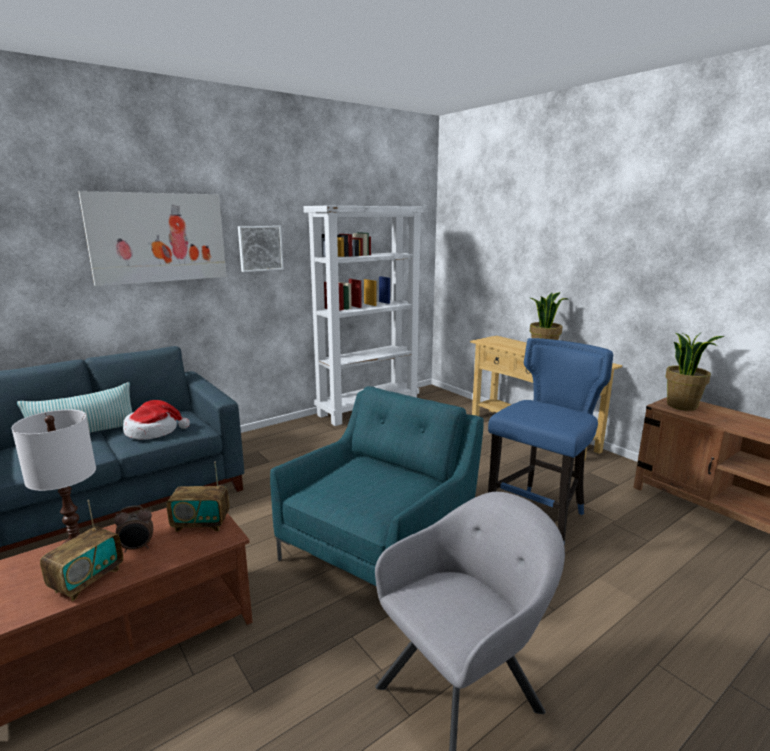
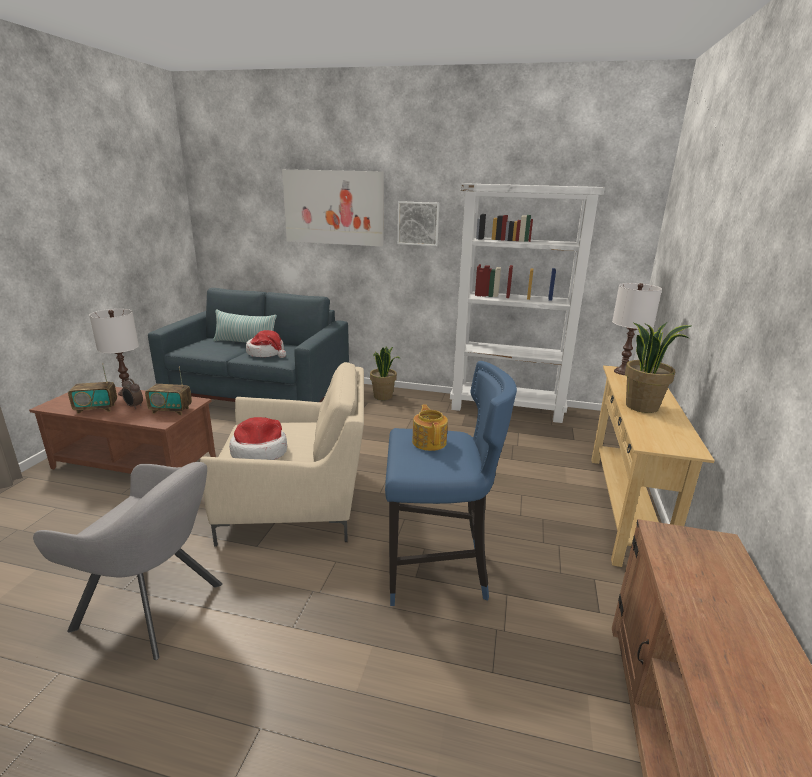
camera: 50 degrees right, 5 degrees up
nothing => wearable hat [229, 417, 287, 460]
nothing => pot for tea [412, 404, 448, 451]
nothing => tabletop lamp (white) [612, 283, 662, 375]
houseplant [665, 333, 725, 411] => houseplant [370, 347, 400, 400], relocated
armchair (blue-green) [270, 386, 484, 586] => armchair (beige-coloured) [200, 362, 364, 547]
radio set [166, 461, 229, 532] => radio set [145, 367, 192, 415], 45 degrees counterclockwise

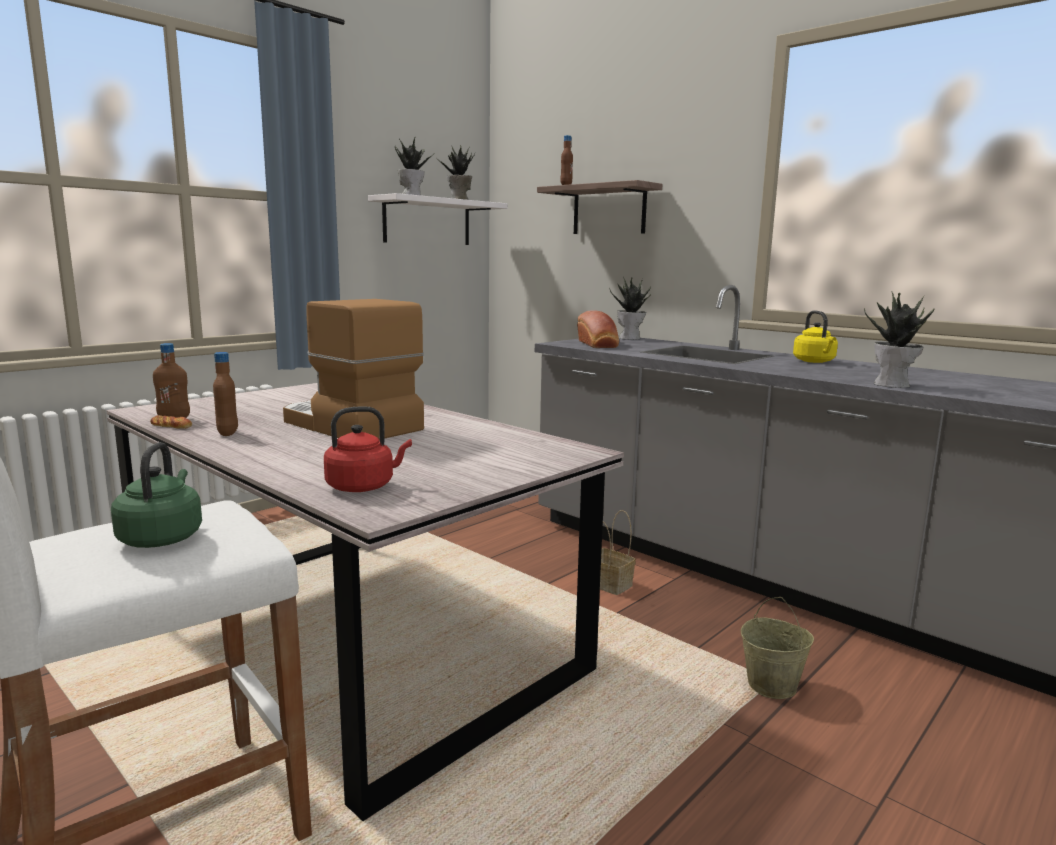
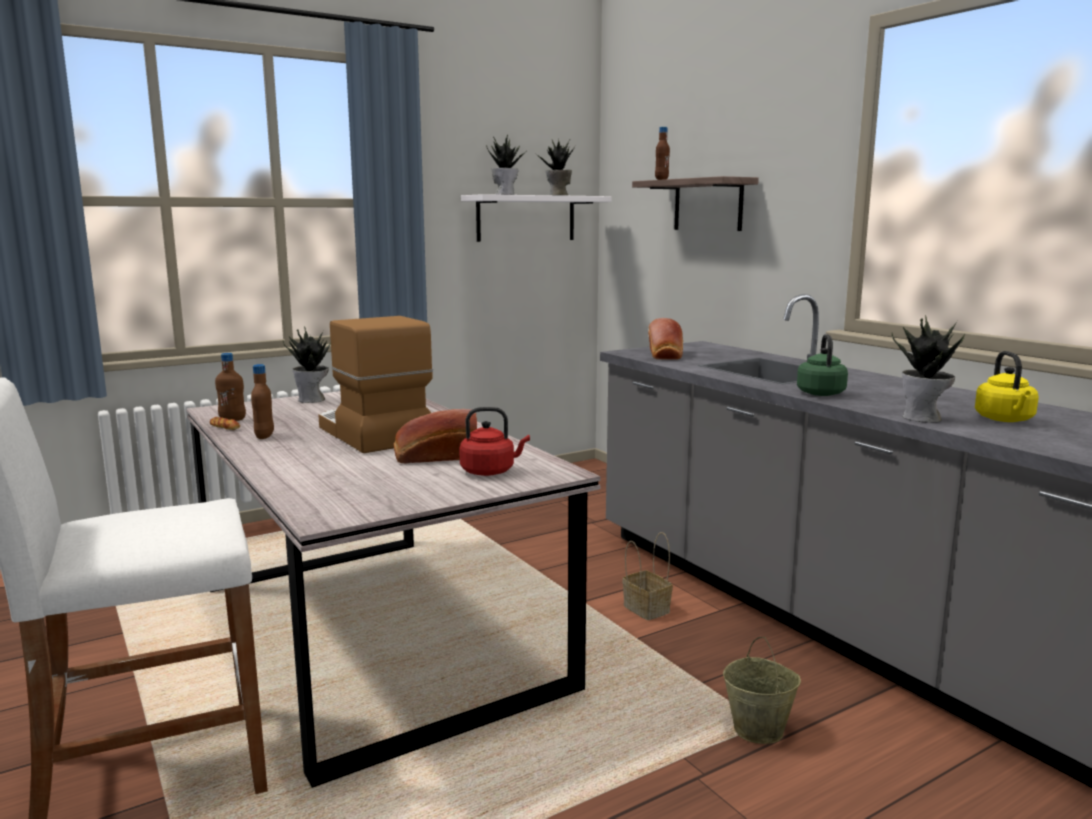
camera: 15 degrees right, 0 degrees up
nothing => bread [394, 409, 477, 463]
kettle (greenish) [111, 442, 202, 548] => kettle (greenish) [797, 334, 848, 396], relocated
kettle (reddish) [324, 407, 412, 492] => kettle (reddish) [459, 407, 530, 476], relocated
houseplant [610, 277, 651, 340] => houseplant [283, 326, 331, 403], relocated
kettle (yellow) [793, 310, 838, 363] => kettle (yellow) [975, 351, 1039, 422], relocated

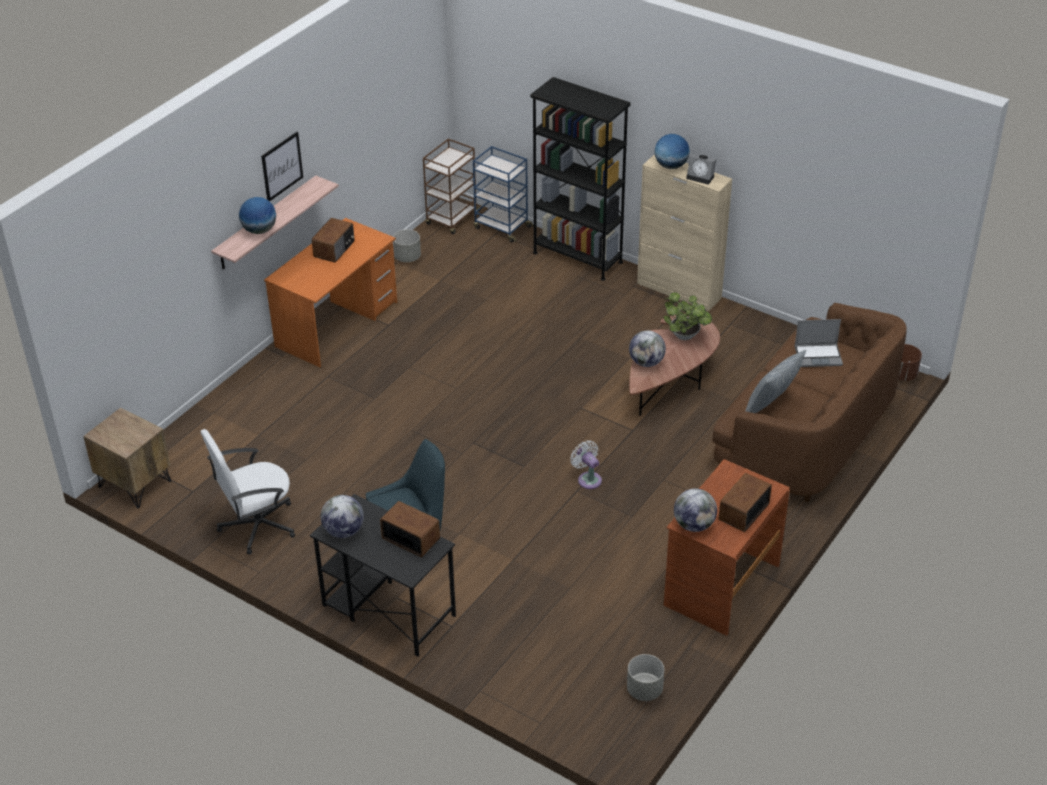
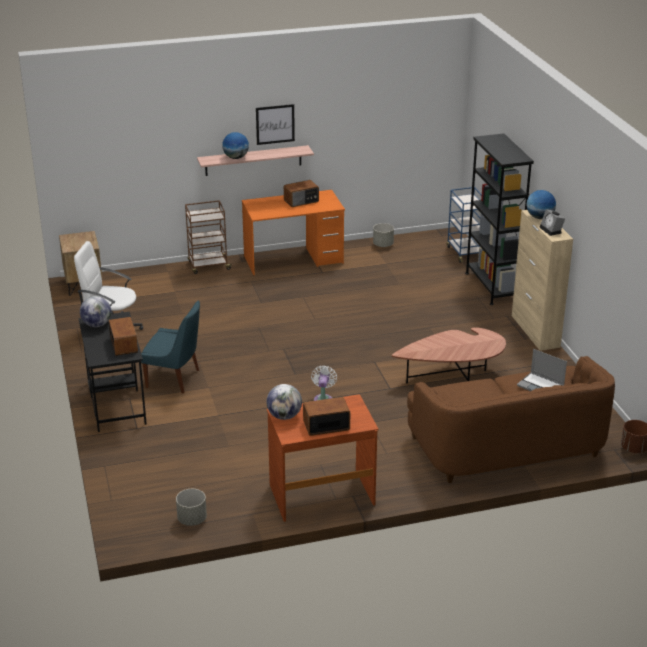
camera: 40 degrees right, 10 degrees down
desk globe [629, 330, 666, 367] => nothing
houseplant [663, 292, 712, 340] => nothing
pillow [745, 350, 806, 413] => nothing
cart (brownish) [423, 139, 481, 234] => cart (brownish) [185, 200, 233, 274], relocated

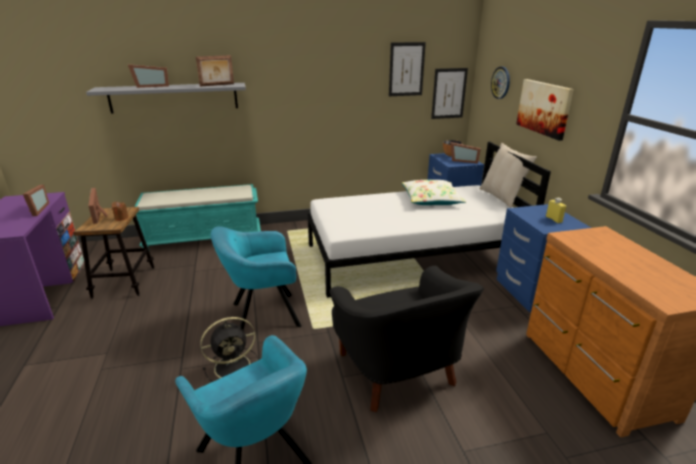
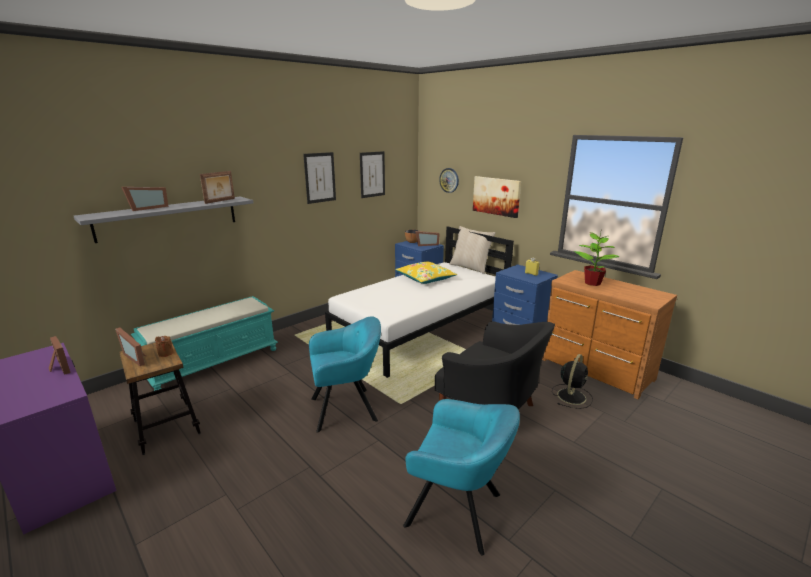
camera: 30 degrees left, 5 degrees down
nothing => houseplant [574, 232, 619, 286]
fan (blackish) [200, 317, 259, 382] => fan (blackish) [552, 354, 593, 409], relocated
wall art [431, 68, 468, 119] => wall art [303, 152, 336, 204], relocated
pillow (white) [402, 180, 466, 205] => pillow (yellow) [395, 262, 457, 284]
armchair (blue-green) [211, 226, 302, 330] => armchair (blue-green) [309, 316, 381, 432], 150 degrees counterclockwise

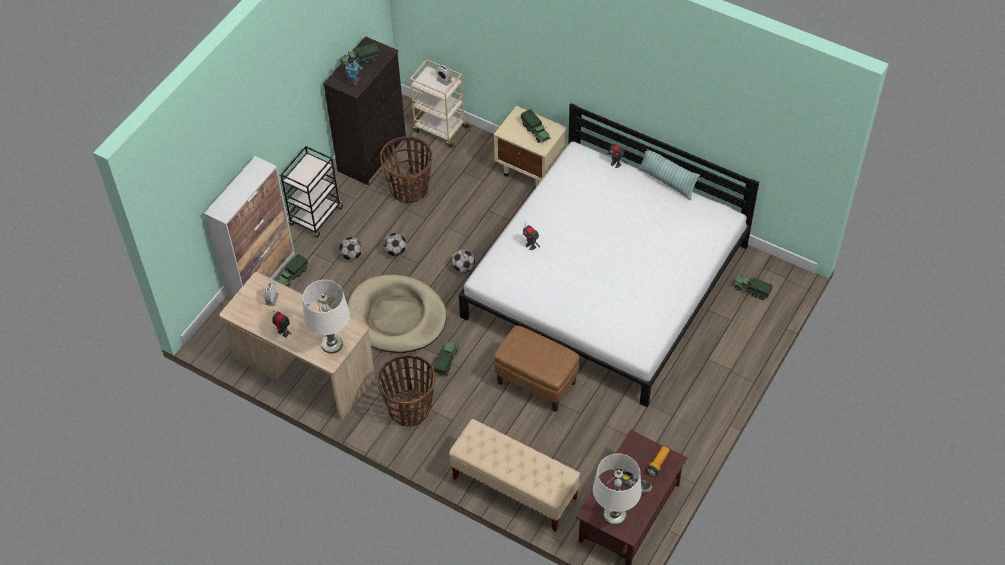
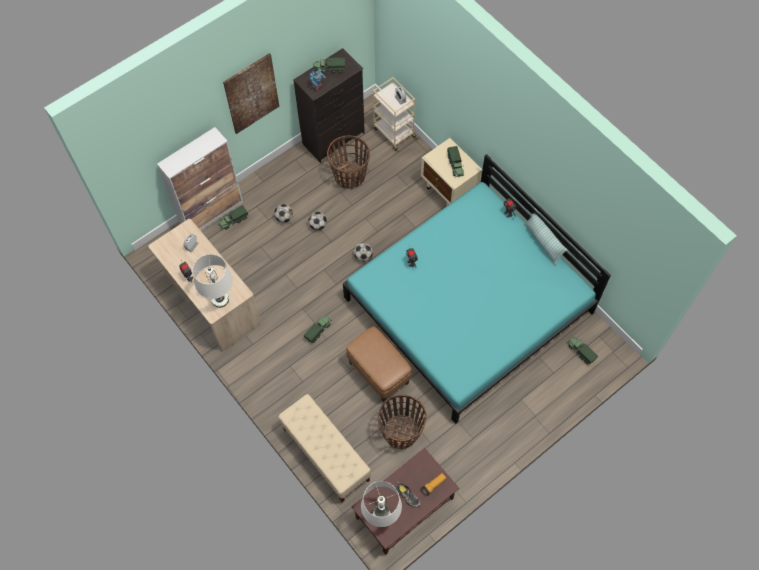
camera: 20 degrees right, 10 degrees up
cart (blackish) [280, 146, 345, 237] => nothing
dog cushion (beige-coloured) [348, 275, 447, 353] => nothing
nothing => wall art [223, 53, 279, 134]
household basket [378, 354, 435, 427] => household basket [377, 394, 427, 449], relocated
bedroom bed (white) [459, 103, 759, 407] => bedroom bed (blue-green) [343, 154, 611, 424]

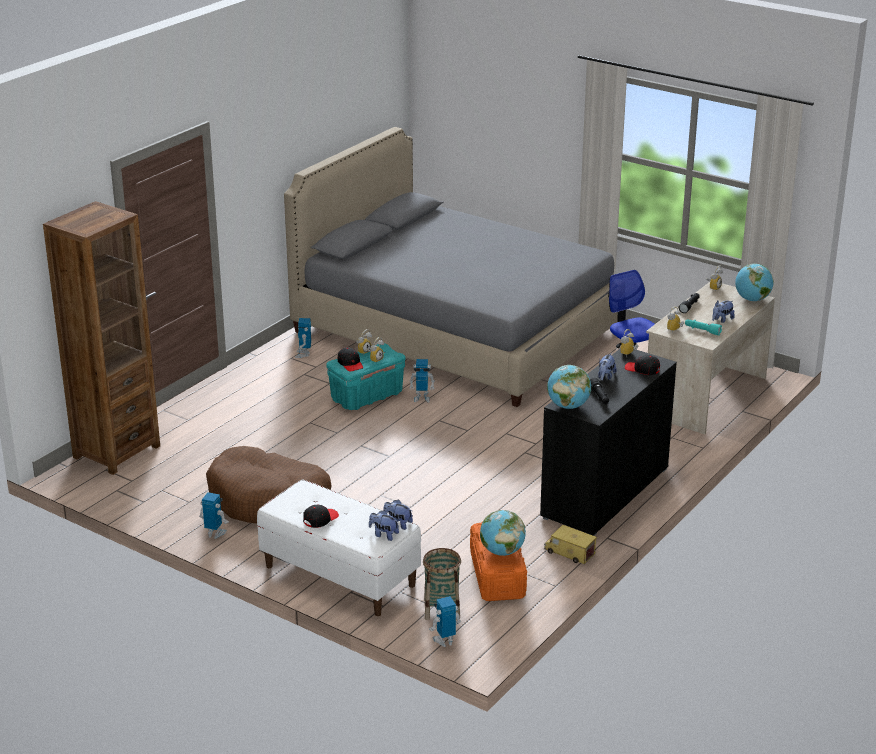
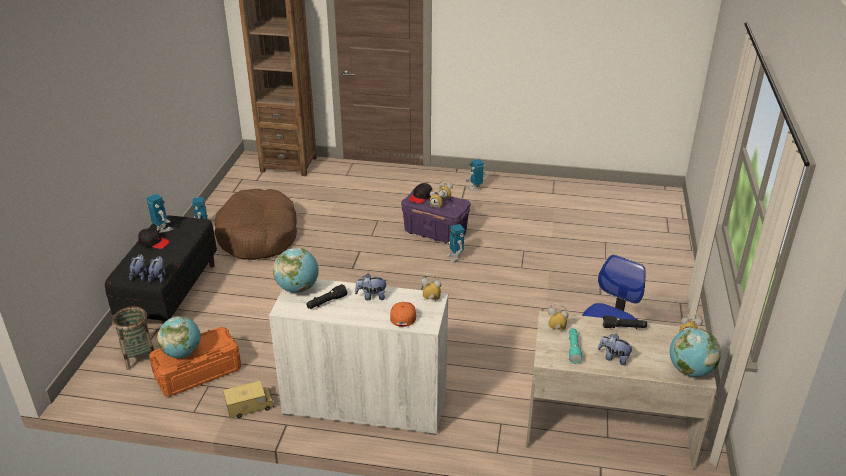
camera: 65 degrees right, 5 degrees up
bedroom bed (greyish) [284, 127, 618, 407] => nothing
model robot [429, 596, 461, 647] => model robot [146, 194, 173, 233], relocated
indoor bench (white) [257, 479, 421, 616] => indoor bench (blackish) [105, 215, 217, 324]
storage box (blue-green) [326, 343, 405, 410] => storage box (purple-coloured) [401, 189, 471, 245]
storage cabinet (blackish) [540, 349, 677, 536] => storage cabinet (white) [269, 279, 448, 435]
peaked cap (blackish) [625, 355, 660, 375] => peaked cap (orangey) [390, 302, 416, 327]
toy truck [544, 525, 597, 564] => toy truck [223, 381, 275, 418], 60 degrees clockwise

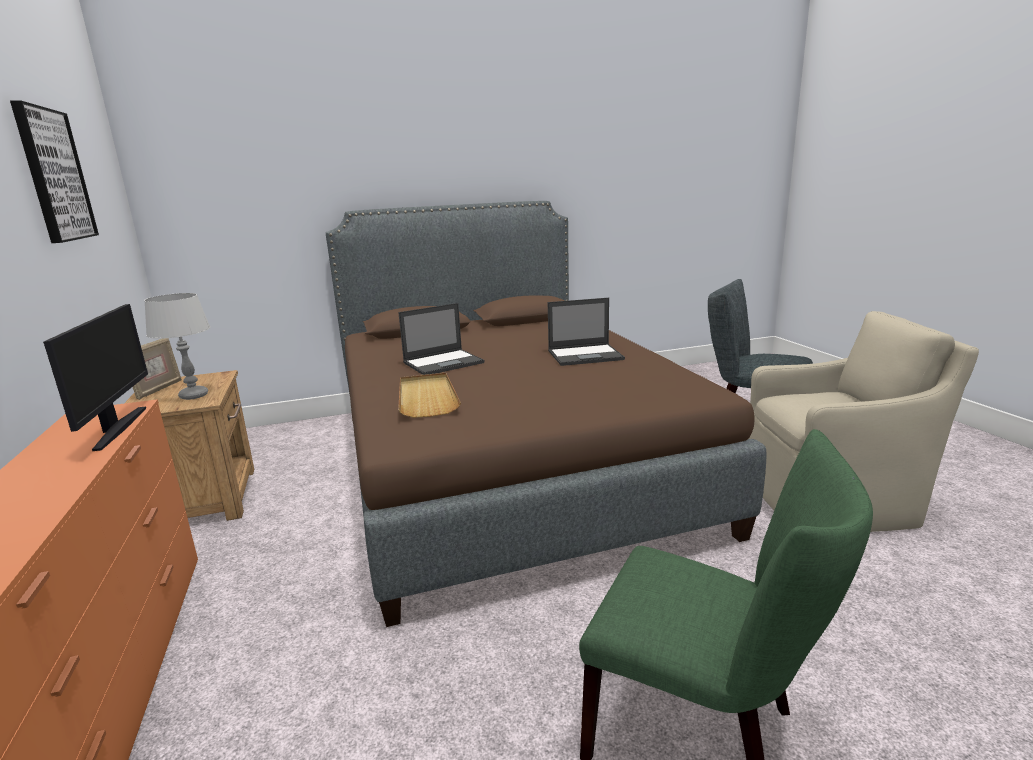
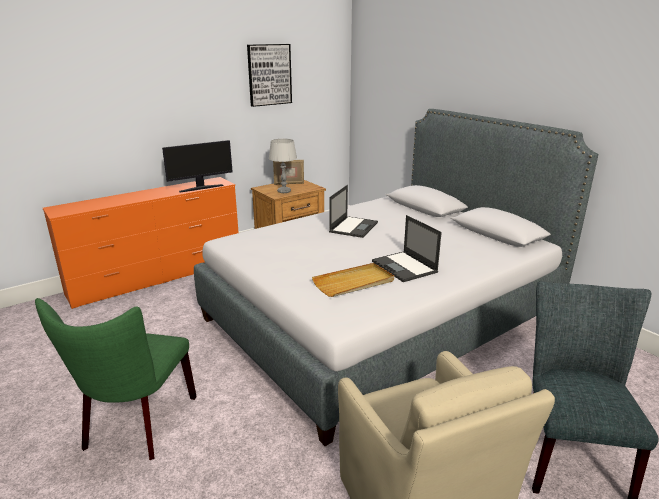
camera: 70 degrees right, 5 degrees up
tray (beige-coloured) [398, 373, 461, 418] => tray (beige-coloured) [312, 263, 394, 297], relocated
bedroom bed (brownish) [326, 201, 766, 627] => bedroom bed (greyish) [194, 109, 598, 446]
notebook computer [398, 303, 484, 375] => notebook computer [329, 185, 378, 238], 105 degrees counterclockwise

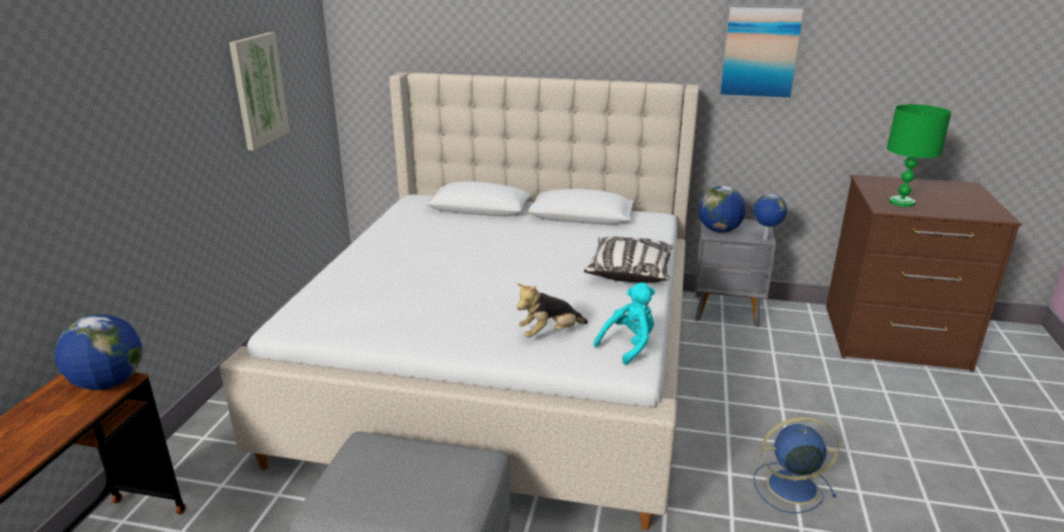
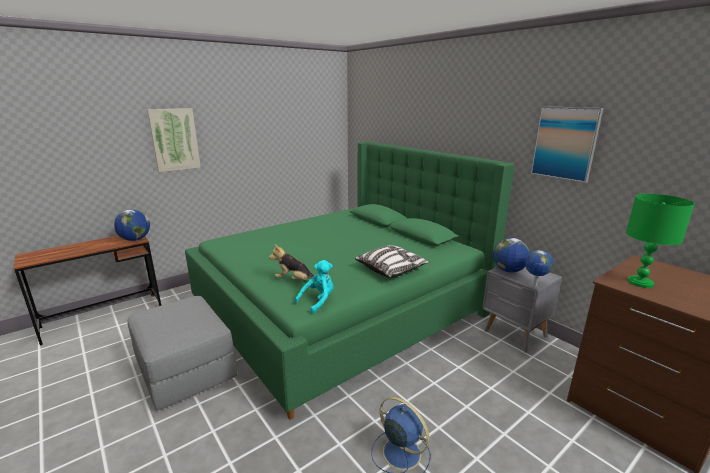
camera: 40 degrees right, 5 degrees down
wall art [229, 32, 290, 151] => wall art [147, 108, 201, 172], relocated
bedroom bed (beige-coloured) [219, 72, 699, 530] => bedroom bed (greenish) [185, 142, 515, 420]
plush toy (blue-green) [594, 282, 655, 365] => plush toy (blue-green) [295, 260, 334, 314], 45 degrees counterclockwise

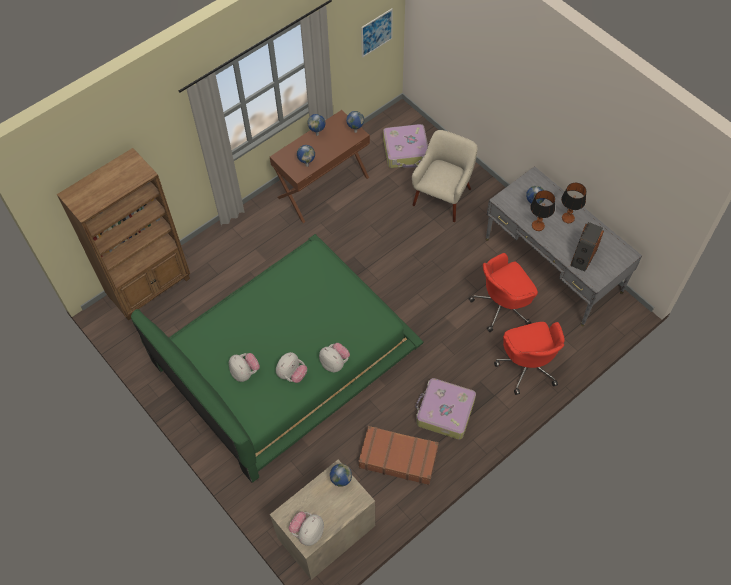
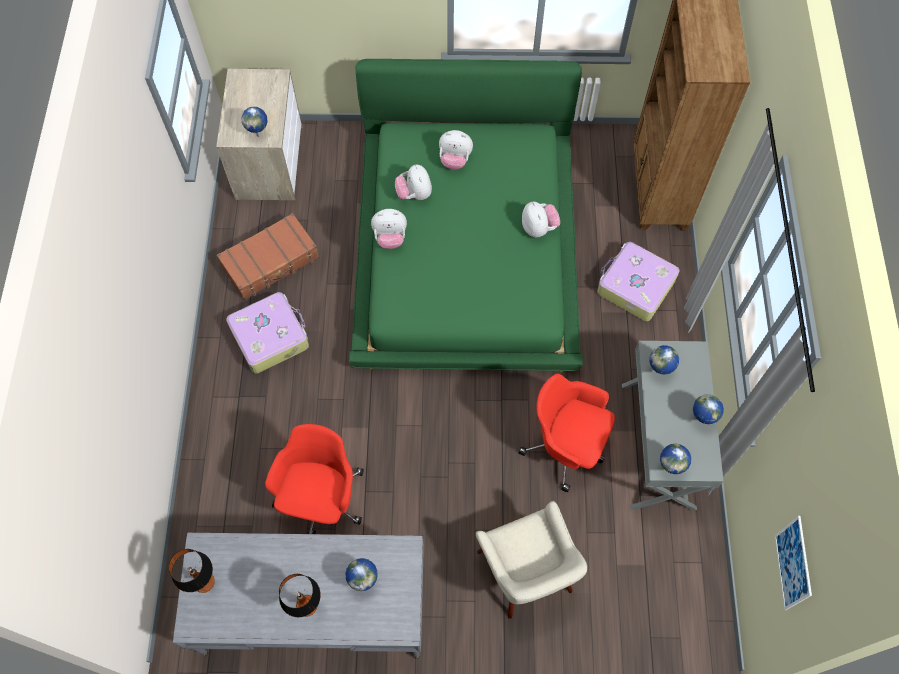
camera: 130 degrees right, 5 degrees up
audio speaker [570, 222, 604, 272] => nothing
plush toy [288, 512, 324, 546] => plush toy [522, 202, 560, 237], relocated
suitcase [383, 124, 428, 168] => suitcase [597, 242, 680, 321], relocated
office chair (reddish) [494, 322, 565, 395] => office chair (reddish) [518, 374, 615, 492], relocated
tabletop lamp [530, 190, 555, 231] => tabletop lamp [169, 549, 215, 593], relocated
desk (brownish) [270, 110, 370, 223] => desk (greyish) [622, 341, 724, 510]

